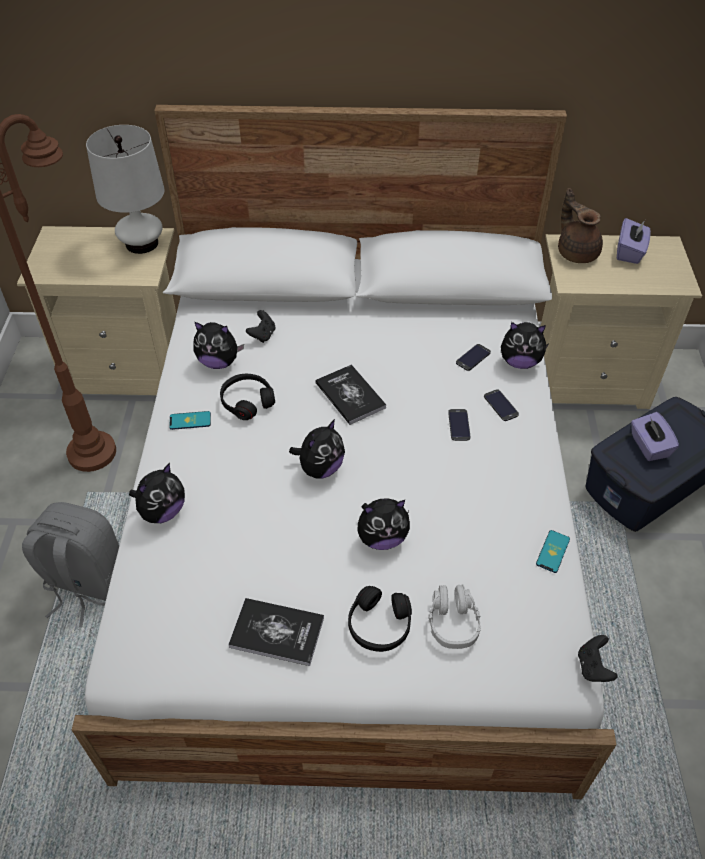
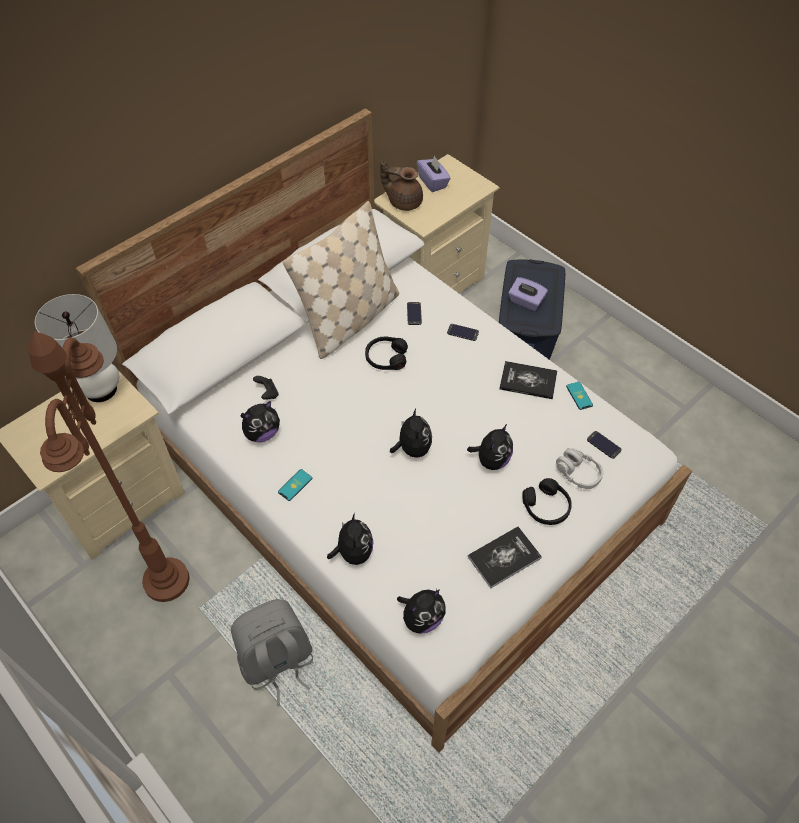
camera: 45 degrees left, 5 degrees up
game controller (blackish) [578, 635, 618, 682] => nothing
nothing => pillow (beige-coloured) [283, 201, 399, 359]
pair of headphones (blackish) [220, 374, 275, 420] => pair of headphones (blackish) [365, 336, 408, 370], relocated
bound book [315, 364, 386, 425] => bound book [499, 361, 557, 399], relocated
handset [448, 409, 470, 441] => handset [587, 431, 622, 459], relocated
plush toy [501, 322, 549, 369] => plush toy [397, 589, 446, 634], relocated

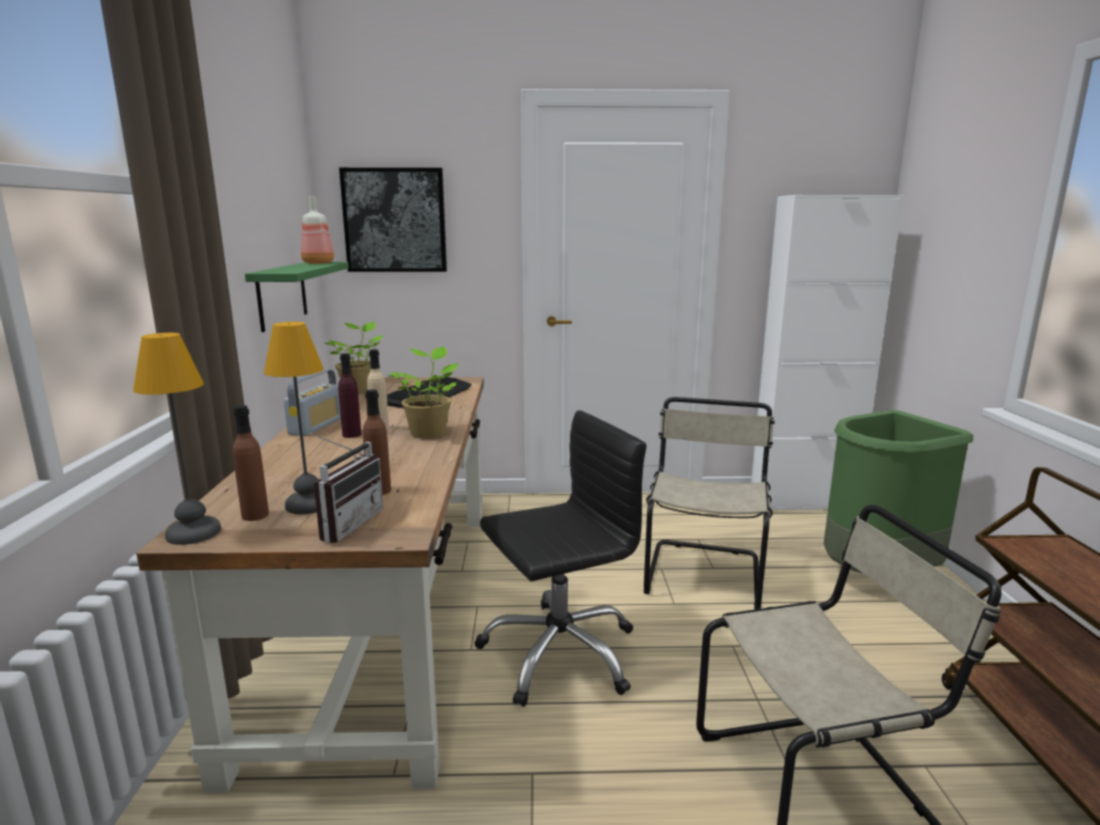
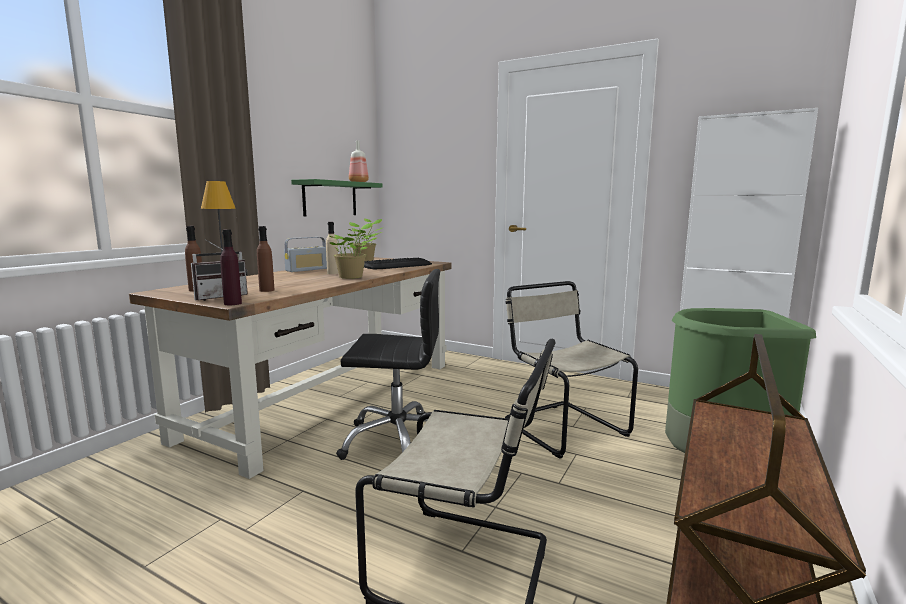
camera: 30 degrees right, 5 degrees down
tabletop lamp [133, 333, 221, 545] => nothing
wall art [339, 168, 447, 272] => nothing
bottle (purple-coloured) [338, 353, 362, 438] => bottle (purple-coloured) [220, 230, 242, 305], relocated
chair (beige-coloured) [644, 397, 775, 609] => chair (beige-coloured) [505, 281, 638, 458], 75 degrees counterclockwise

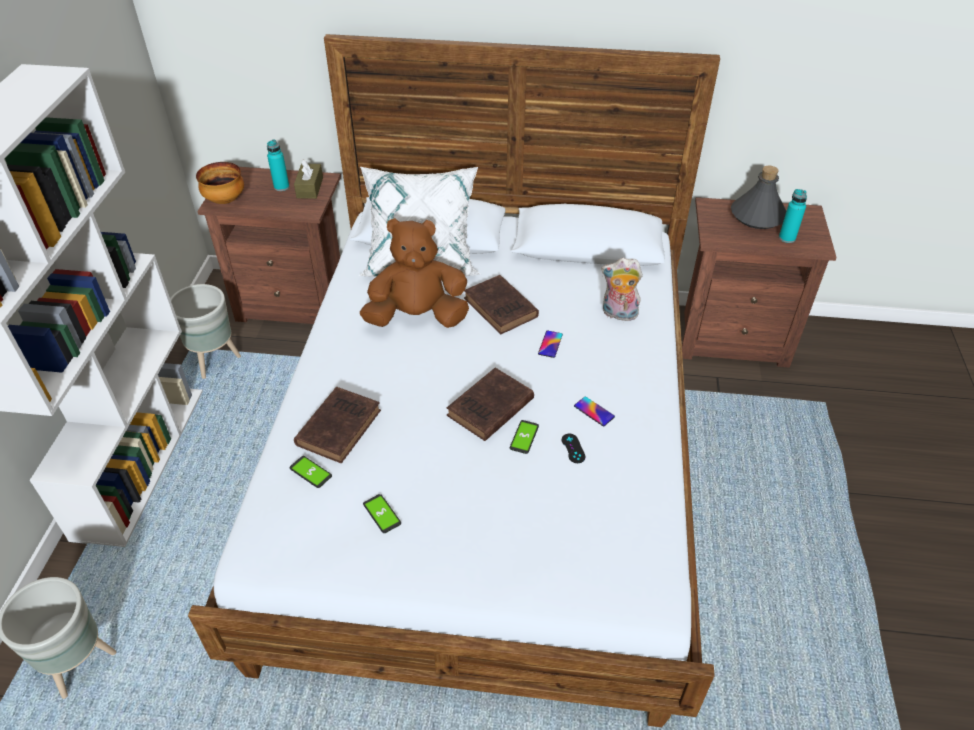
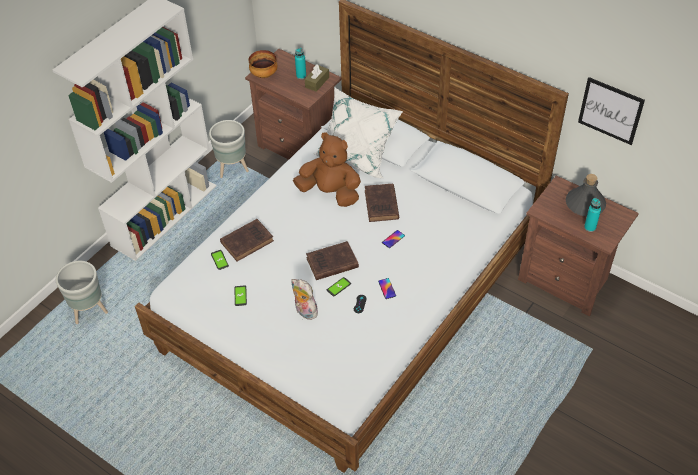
camera: 30 degrees right, 5 degrees up
nothing => wall art [578, 77, 645, 145]
plush toy [601, 258, 643, 321] => plush toy [291, 279, 318, 320], relocated

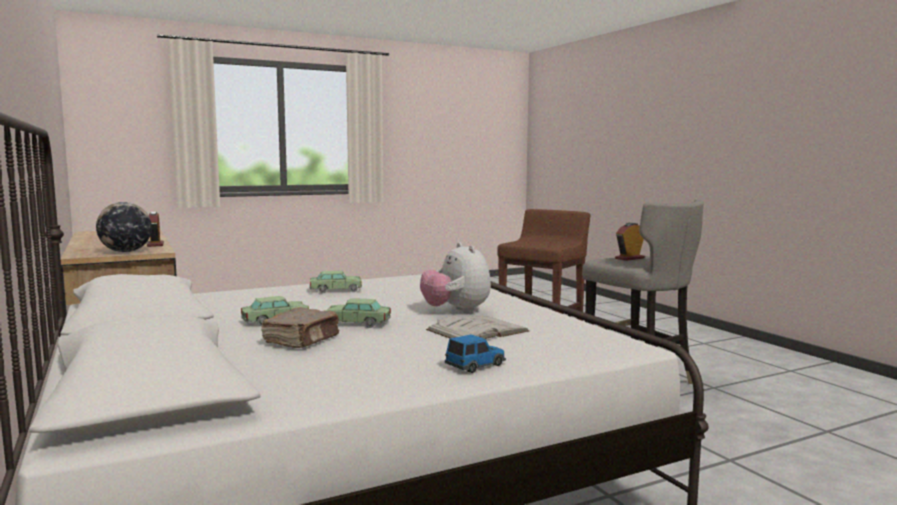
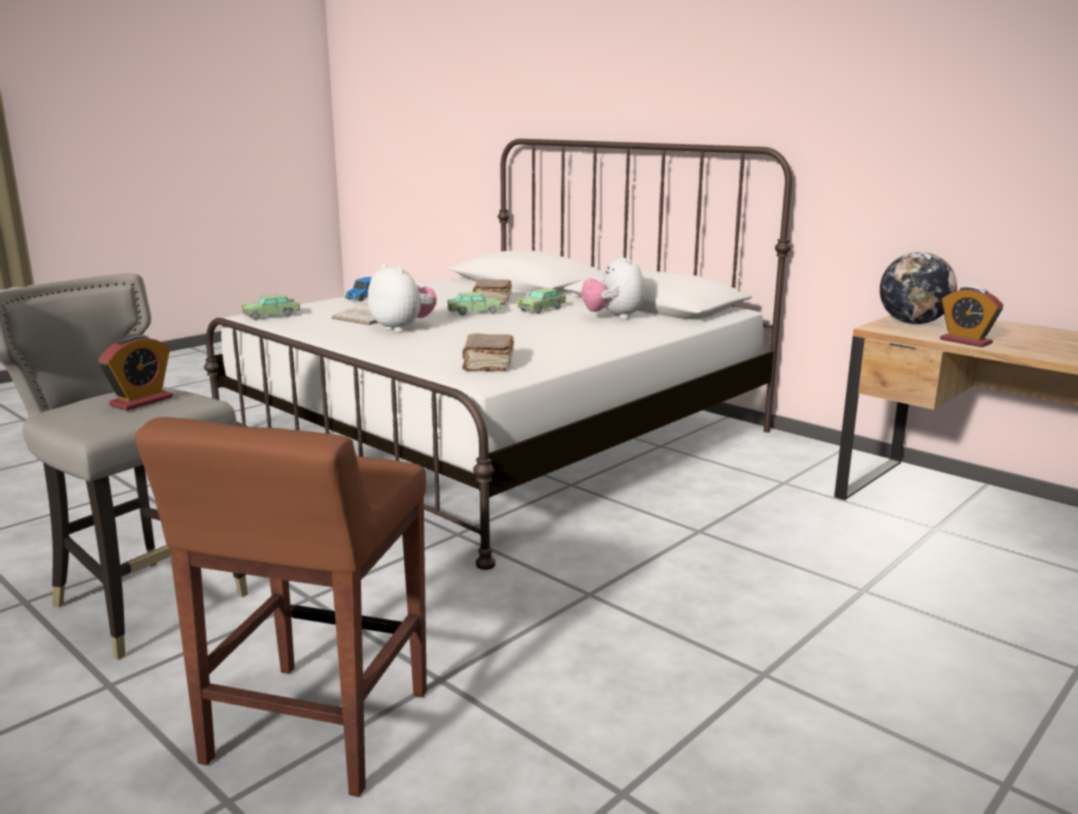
camera: 160 degrees right, 10 degrees up
nothing => bound book (brownish) [462, 333, 514, 372]
nothing => plush toy [581, 254, 644, 320]
miniature car [309, 271, 362, 293] => miniature car [242, 294, 300, 321], relocated

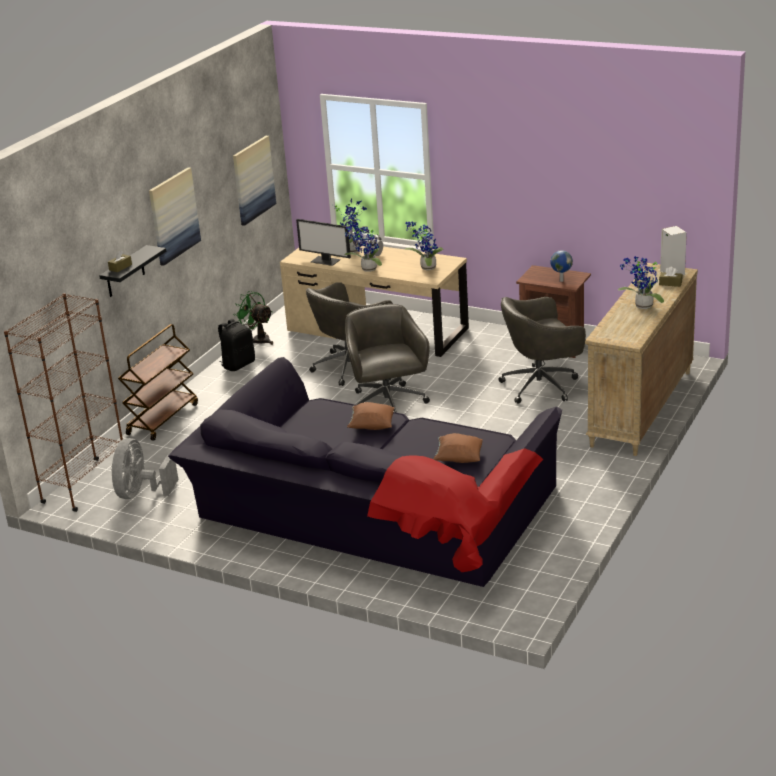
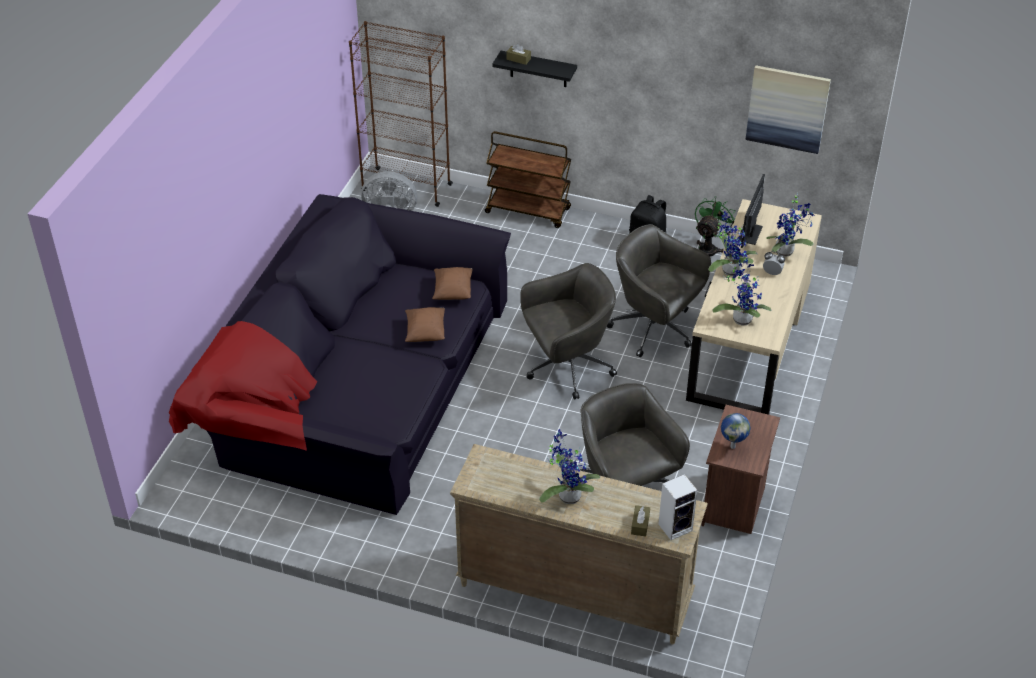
camera: 80 degrees right, 15 degrees up
wall art [149, 167, 201, 266] => nothing
pillow (brownish) [433, 433, 483, 463] => pillow (brownish) [432, 267, 473, 300], relocated

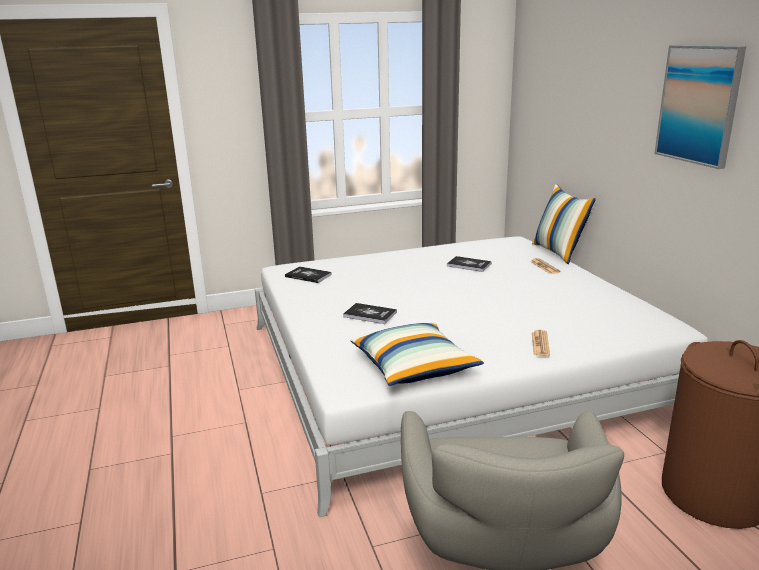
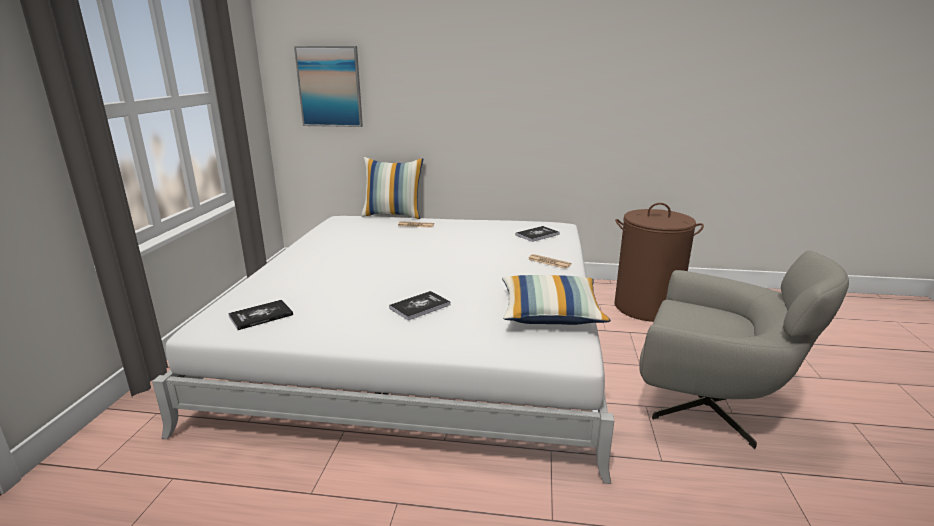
camera: 65 degrees left, 0 degrees up
bound book [447, 256, 492, 272] => bound book [515, 226, 560, 242], relocated
wall art [654, 45, 746, 169] => wall art [294, 46, 363, 127], relocated

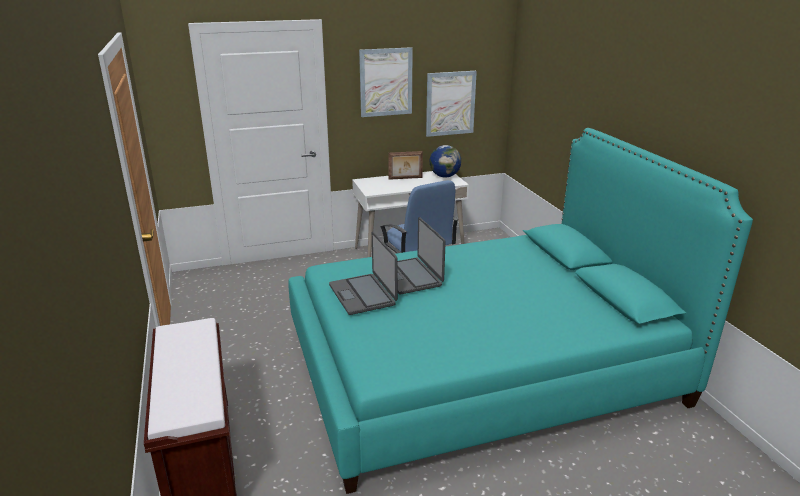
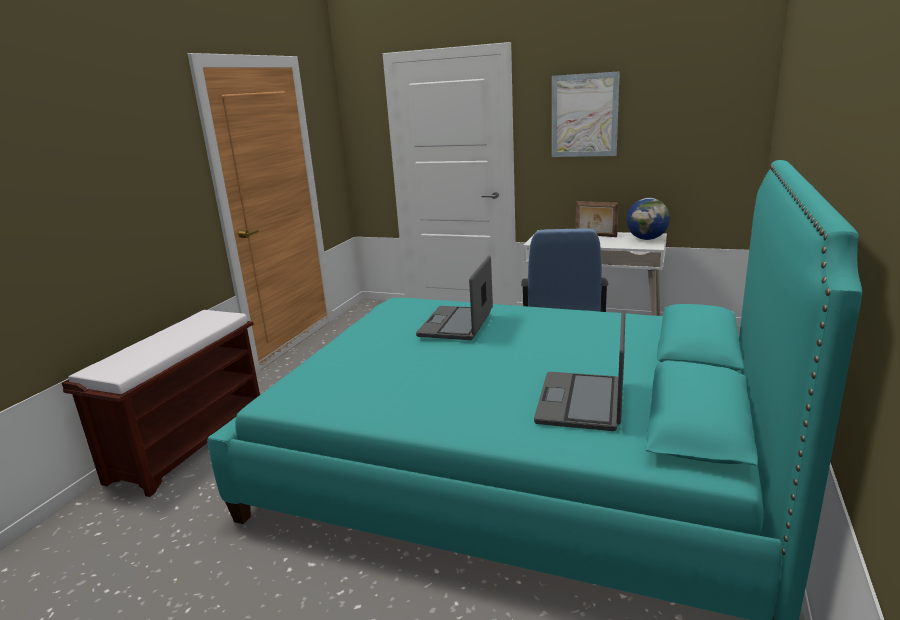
camera: 40 degrees right, 5 degrees down
wall art [426, 71, 477, 137] => nothing
notebook computer [329, 232, 398, 315] => notebook computer [534, 310, 626, 431], relocated

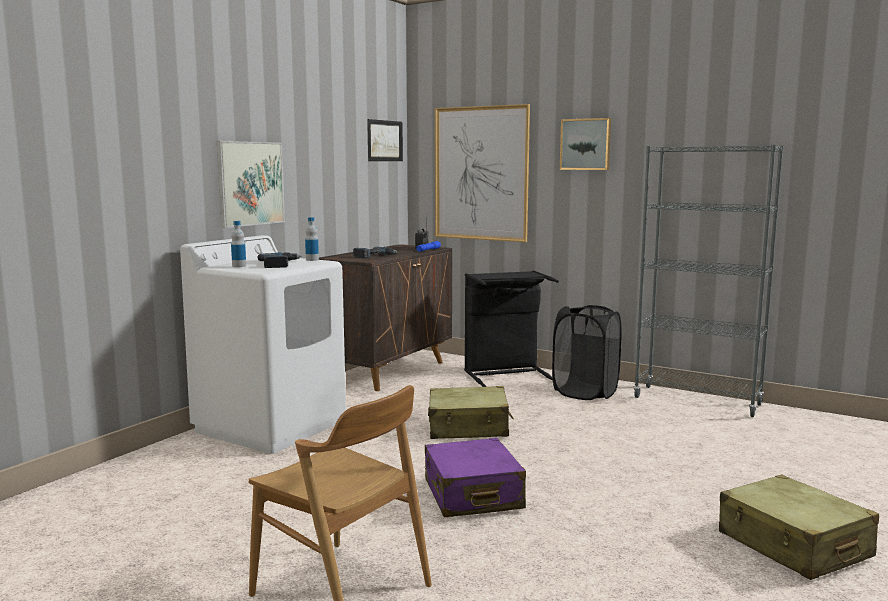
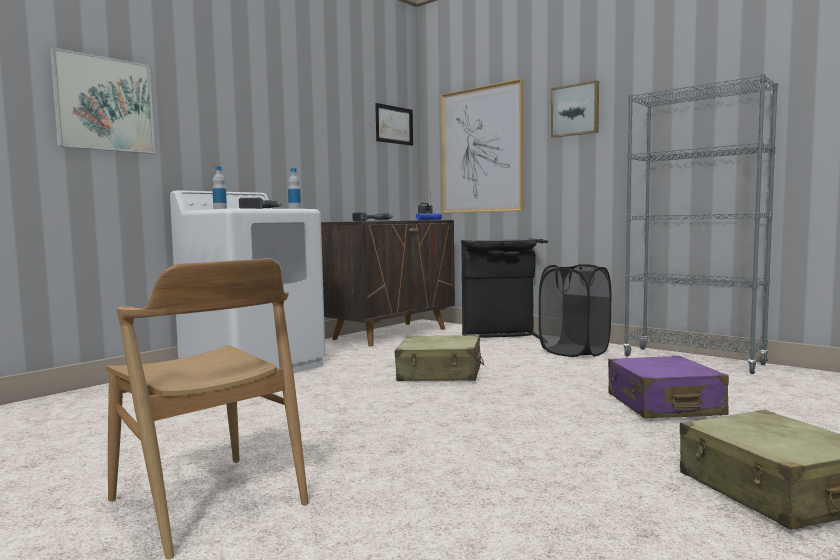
camera: 10 degrees right, 5 degrees down
wall art [217, 141, 285, 228] => wall art [50, 47, 155, 154], relocated
suitcase (purple-coloured) [425, 438, 526, 517] => suitcase (purple-coloured) [608, 356, 729, 418], relocated

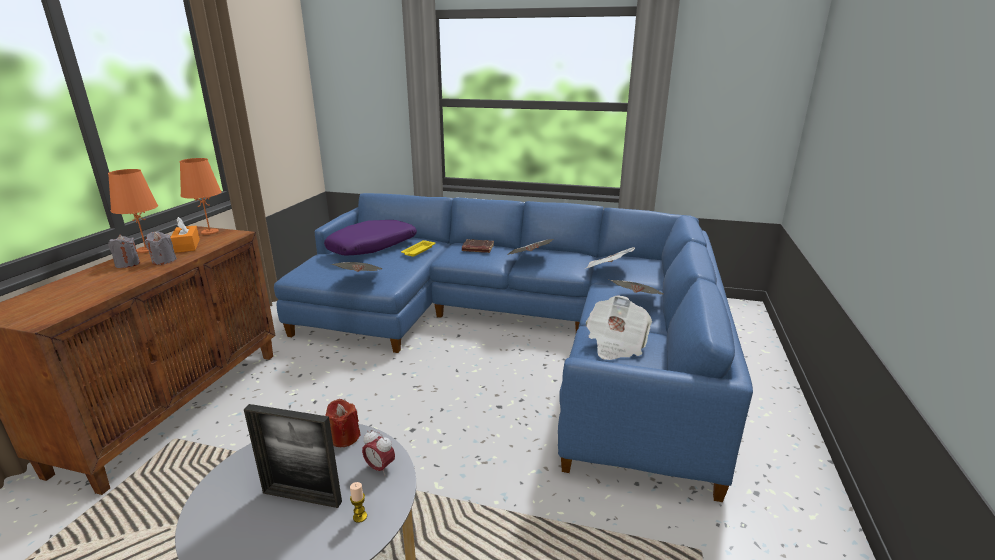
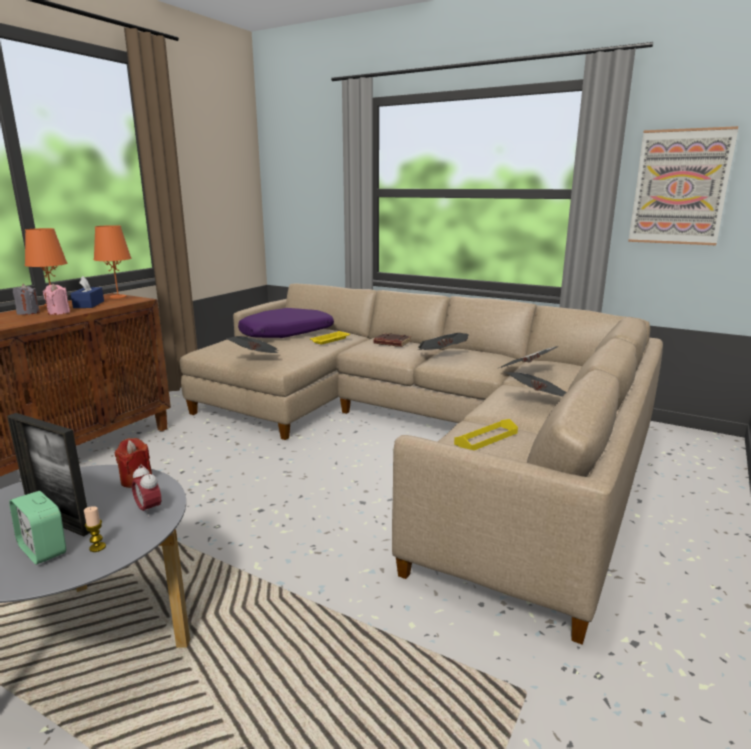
camera: 15 degrees right, 5 degrees down
nothing => table clock [9, 491, 66, 565]
nothing => wall art [628, 126, 738, 245]
daily paper [586, 296, 652, 360] => tray (yellow) [454, 419, 518, 450]
wax candle (greyish) [145, 232, 177, 265] => wax candle (pink-coloured) [43, 284, 70, 315]
box of tissues (orangey) [170, 217, 200, 253] => box of tissues (bluish) [71, 276, 104, 308]
sofa (bluish) [274, 193, 753, 502] => sofa (beige-coloured) [180, 283, 663, 645]

